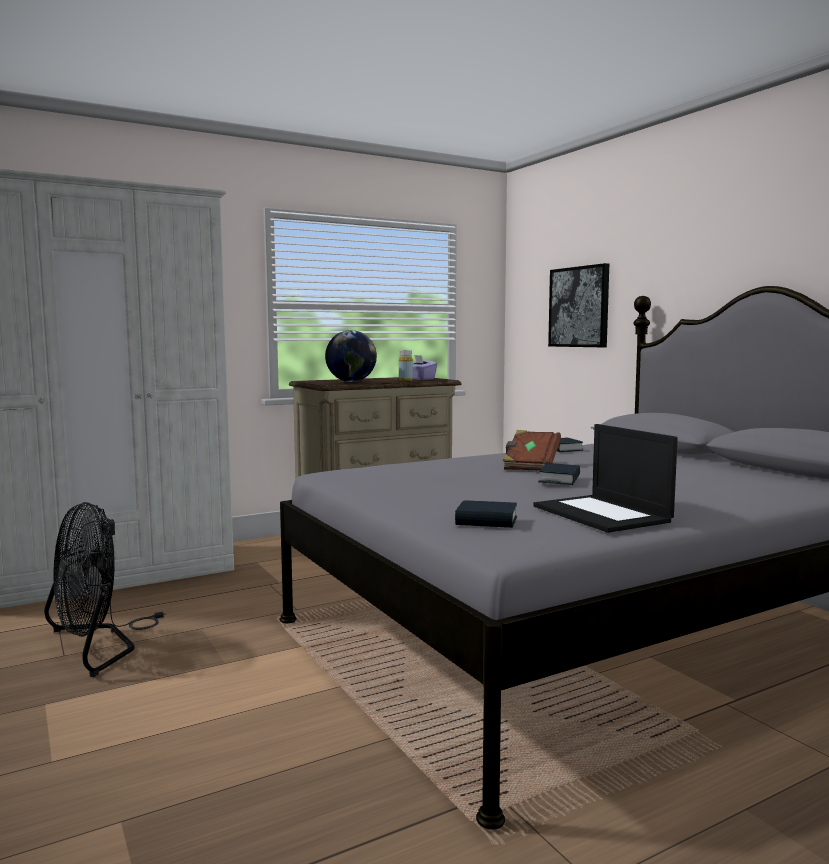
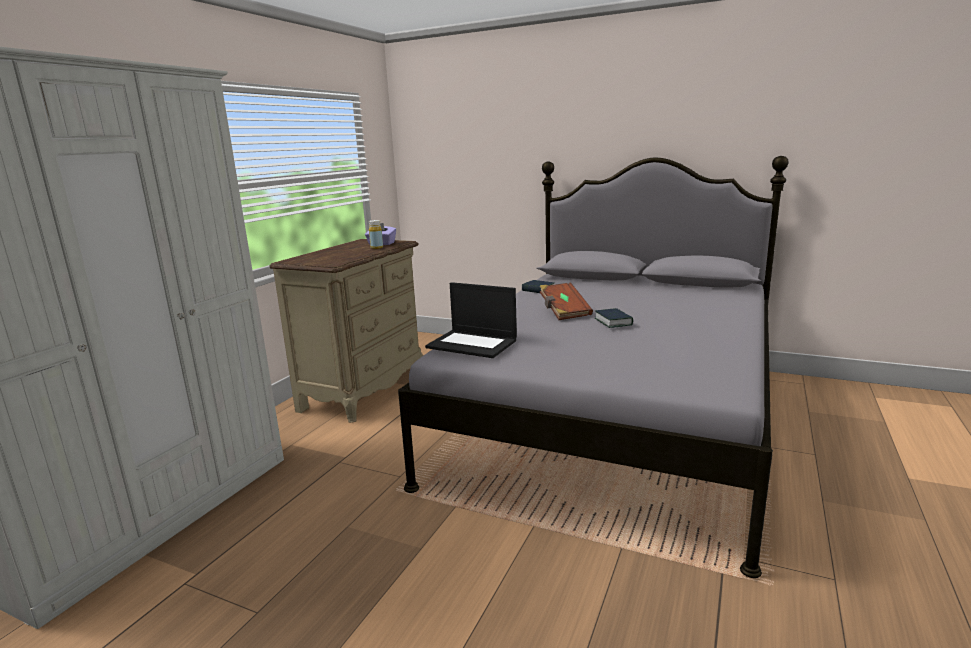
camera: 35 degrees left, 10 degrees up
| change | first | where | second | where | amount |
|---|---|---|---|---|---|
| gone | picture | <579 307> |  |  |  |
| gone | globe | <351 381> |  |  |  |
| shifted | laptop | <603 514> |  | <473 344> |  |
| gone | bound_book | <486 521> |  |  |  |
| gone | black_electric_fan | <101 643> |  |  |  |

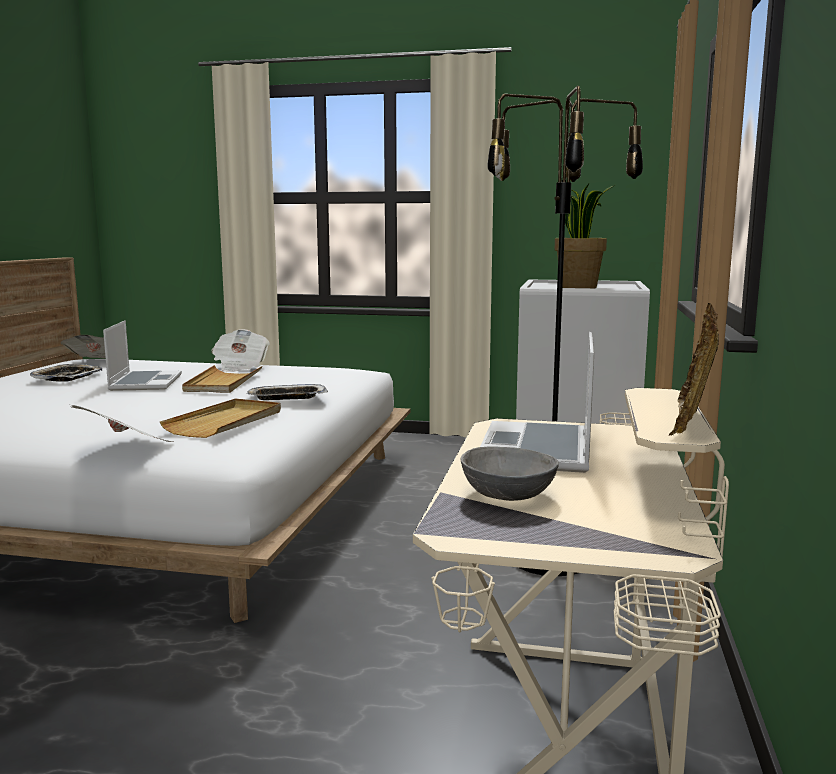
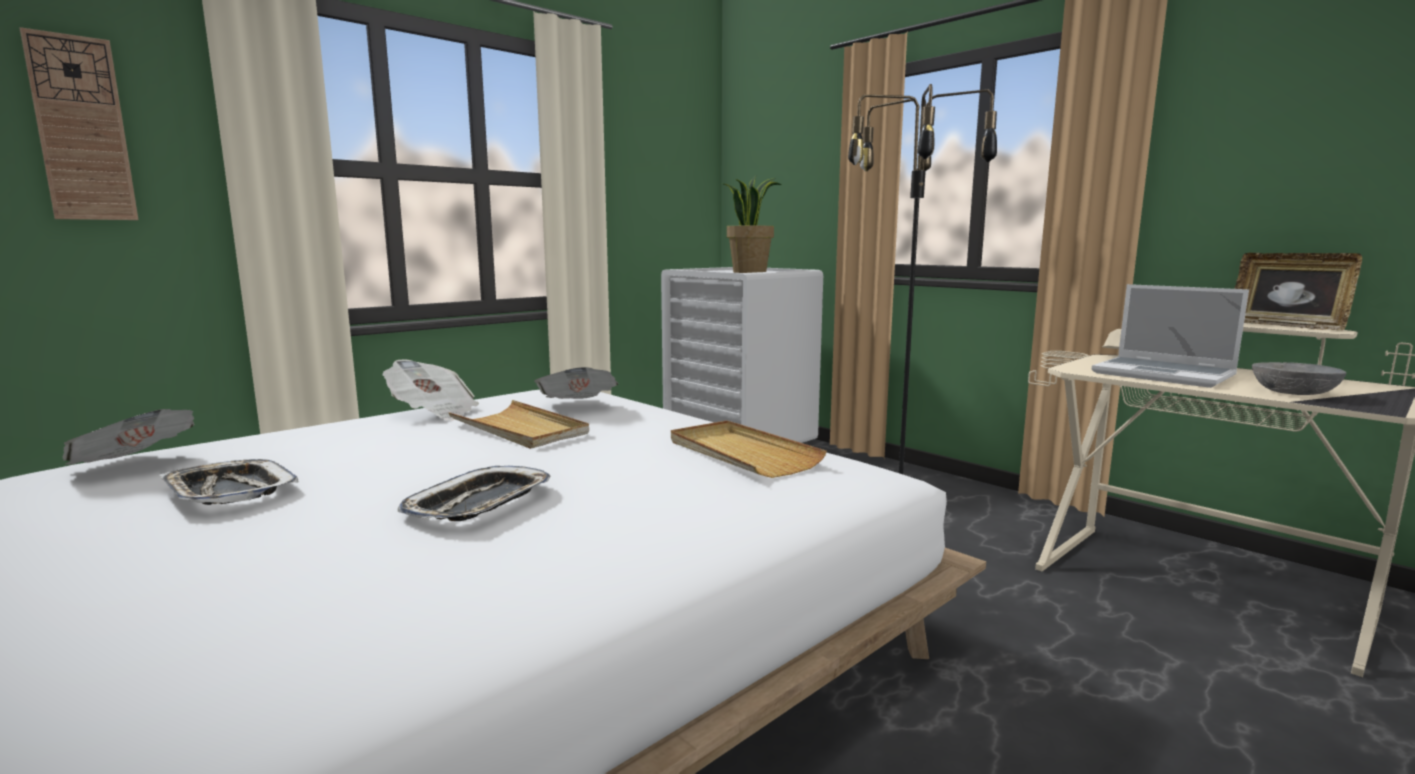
camera: 55 degrees left, 0 degrees up
| change | first | where | second | where | amount |
|---|---|---|---|---|---|
| gone | laptop | <145 382> |  |  |  |
| shifted | tray | <287 398> |  | <480 504> |  |
| shifted | printed_paper | <124 448> |  | <578 407> |  |
| new |  |  | clock_on_the_wall | <82 129> |  |

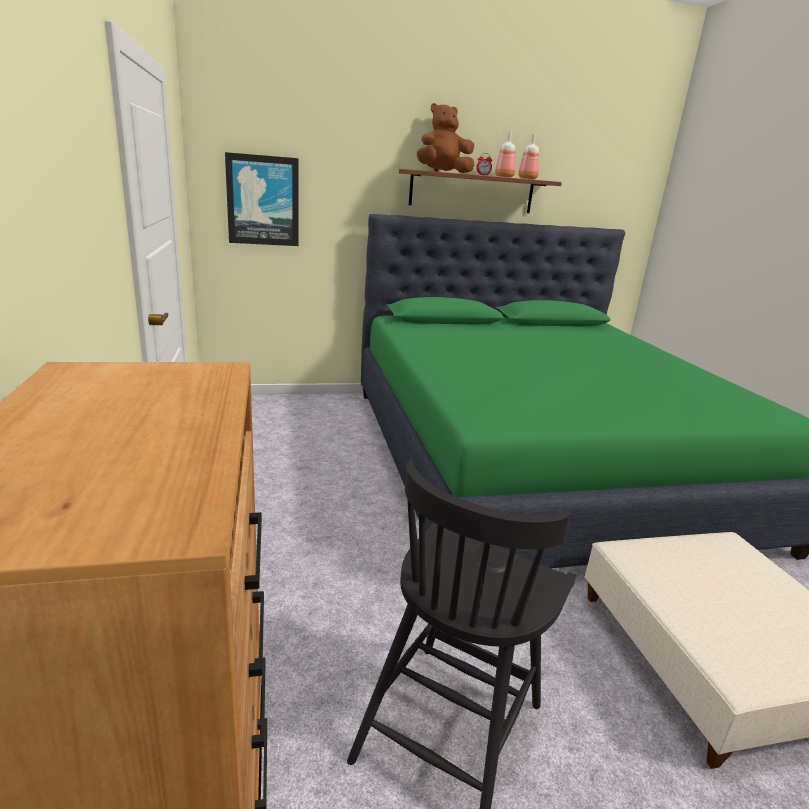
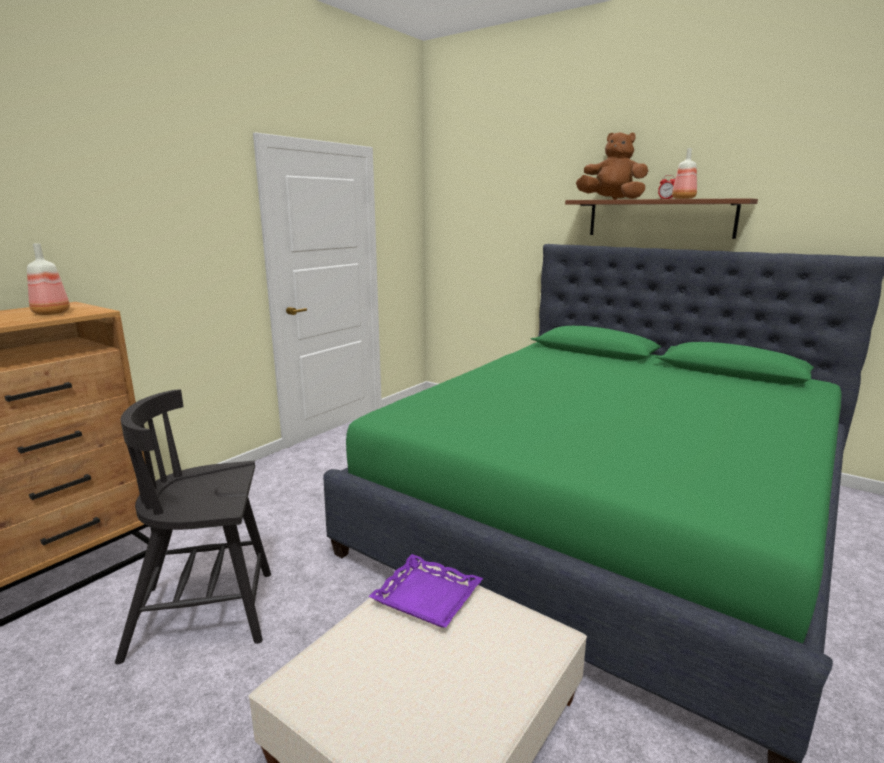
camera: 50 degrees right, 5 degrees down
| change | first | where | second | where | amount |
|---|---|---|---|---|---|
| shifted | drink_bottle | <527 179> |  | <53 313> |  |
| gone | picture | <263 200> |  |  |  |
| new |  |  | purple_tray | <426 597> |  |

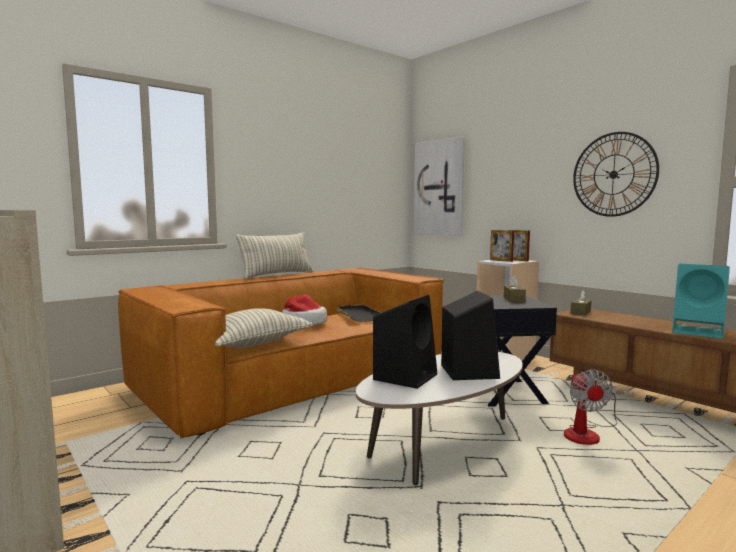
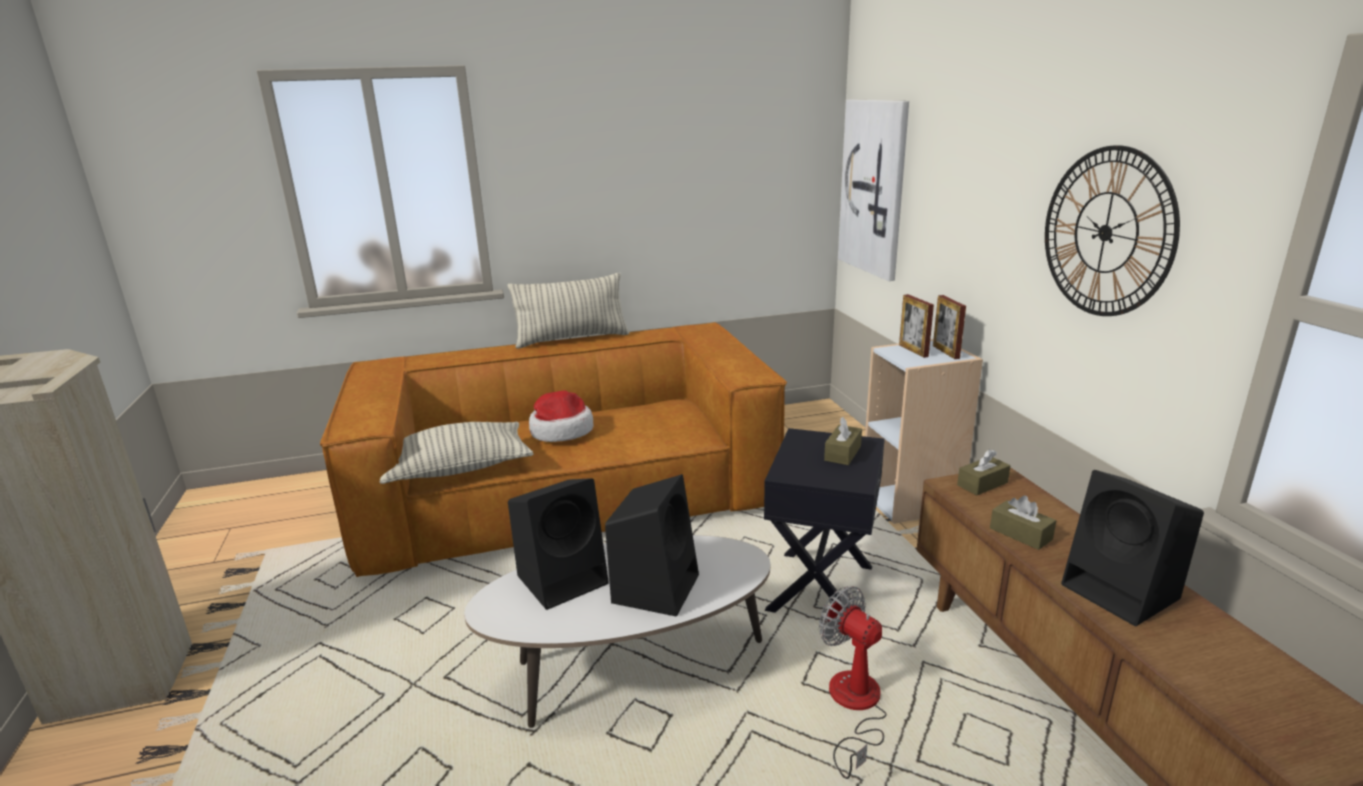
camera: 25 degrees right, 15 degrees up
| change | first | where | second | where | amount |
|---|---|---|---|---|---|
| repainted | blue-green_speaker | <699 331> | black_speaker | <1123 593> |  |
| gone | black_tray | <358 315> |  |  |  |
| rotated | electric_fan | <587 433> |  | <854 707> | 120 degrees clockwise |
| new |  |  | brown-coloured_tissue_holder | <1020 534> |  |

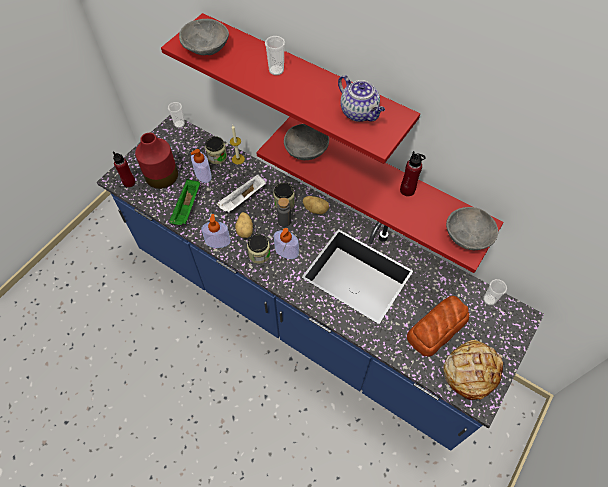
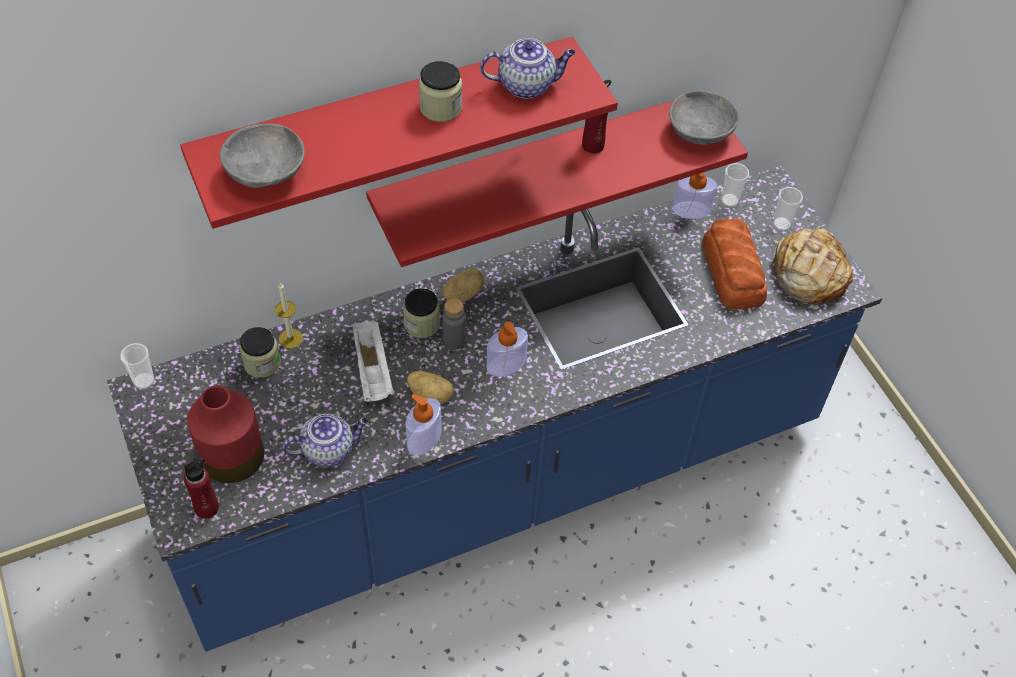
camera: 60 degrees left, 5 degrees down
| change | first | where | second | where | amount |
|---|---|---|---|---|---|
| shifted | cup | <276 70> |  | <781 224> |  |
| gone | greyish_bowl | <307 150> |  |  |  |
| shifted | soap_dispenser | <203 174> |  | <691 210> |  |
| swapped | green-coloured_tray | <187 208> | pot_for_tea | <329 449> |  |
| shifted | preserve_jar | <259 254> |  | <440 107> |  |

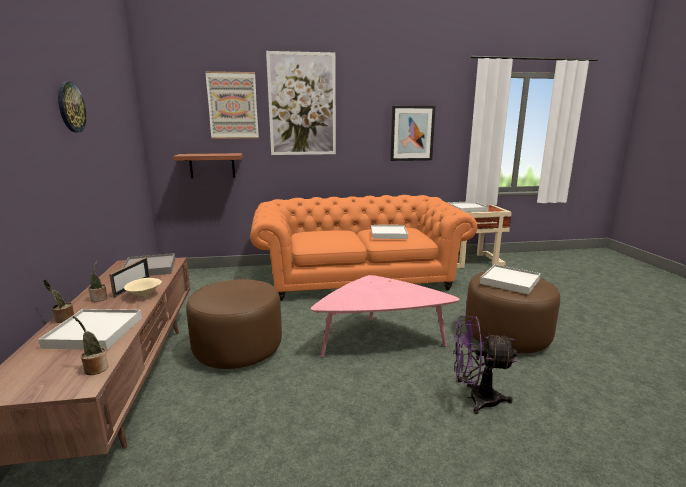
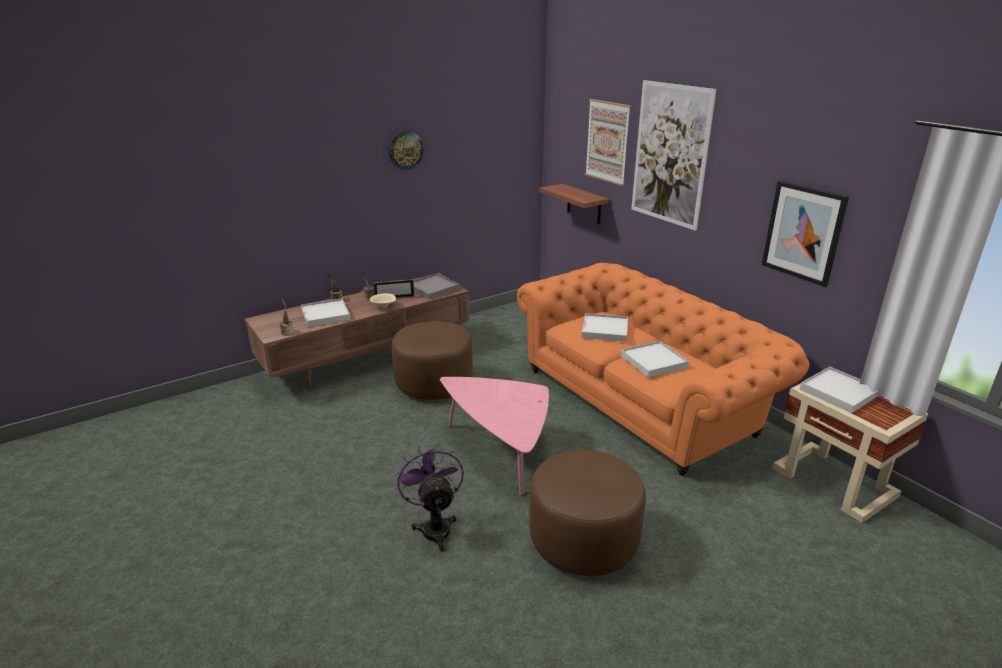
camera: 65 degrees right, 10 degrees up
| change | first | where | second | where | amount |
|---|---|---|---|---|---|
| shifted | white-coloured_tray | <509 281> |  | <604 330> |  |

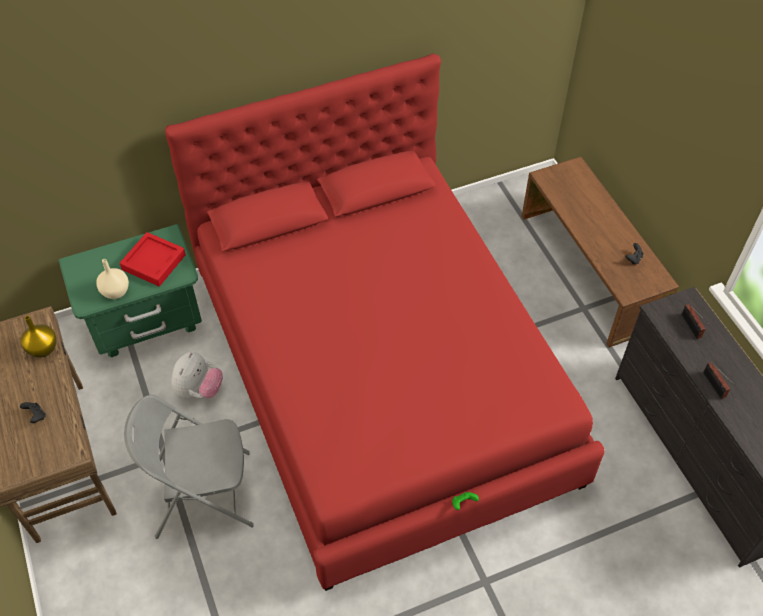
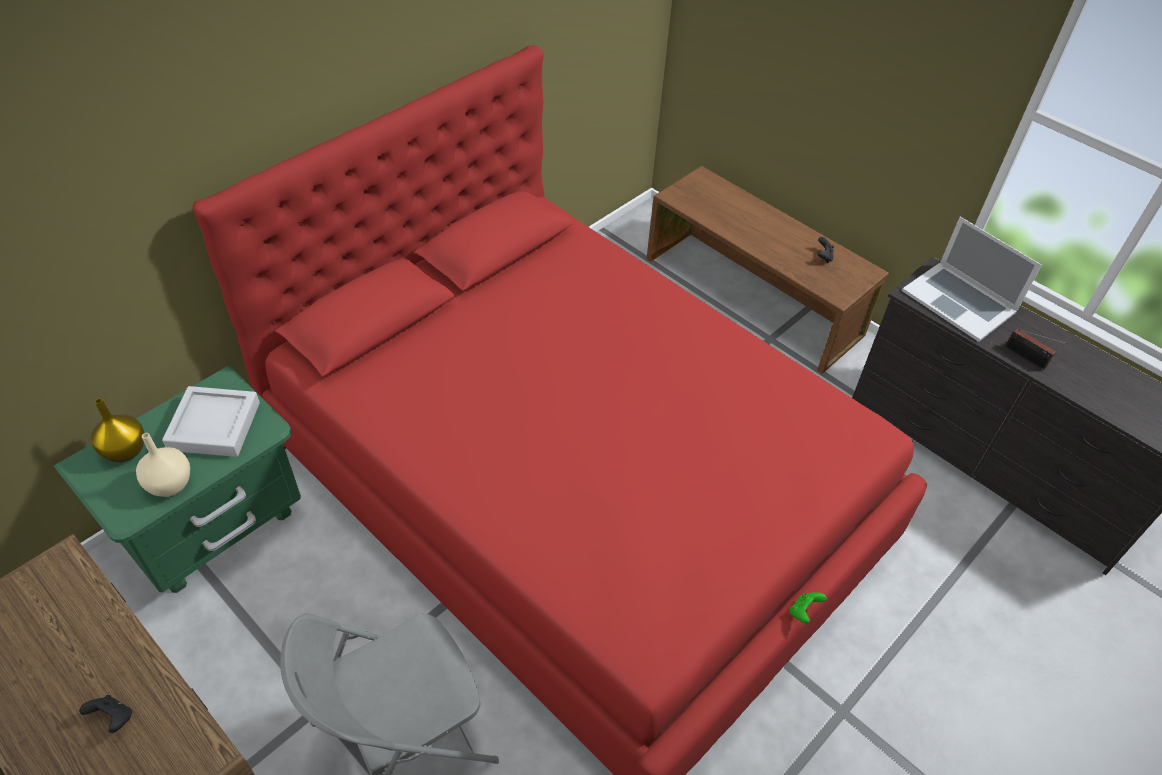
camera: 25 degrees left, 5 degrees down
| change | first | where | second | where | amount |
|---|---|---|---|---|---|
| repainted | reddish_tray | <154 262> | greyish_tray | <214 426> |  |
| swapped | radio | <691 327> | laptop | <959 301> |  |
| shifted | yellow-coloured_decorative_vase | <42 349> |  | <125 452> |  |
| gone | cuddly_toy | <199 389> |  |  |  |

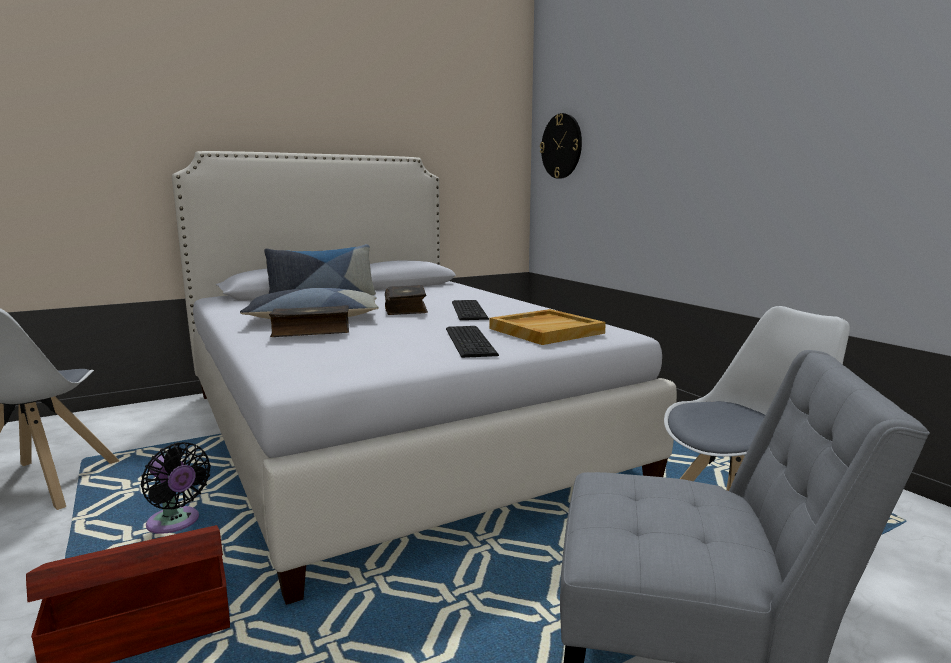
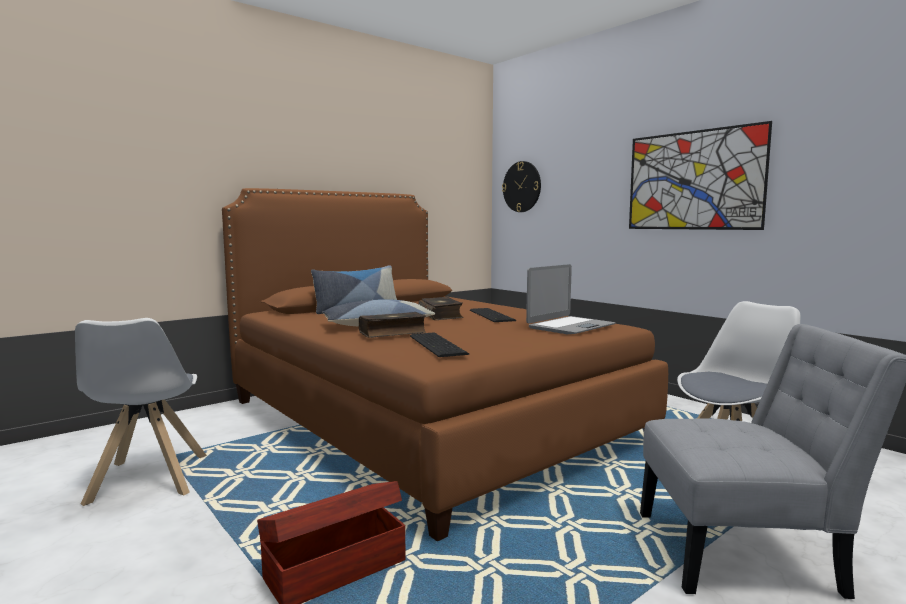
camera: 10 degrees left, 5 degrees down
| change | first | where | second | where | amount |
|---|---|---|---|---|---|
| repainted | white-coloured_bedroom_bed | <389 432> | brown-coloured_bedroom_bed | <425 419> |  |
| swapped | sand-coloured_tray | <546 330> | laptop | <570 326> |  |
| shifted | PC_keyboard | <471 341> |  | <438 344> |  |
| gone | black_electric_fan | <175 523> |  |  |  |
| new |  |  | picture | <693 180> |  |

